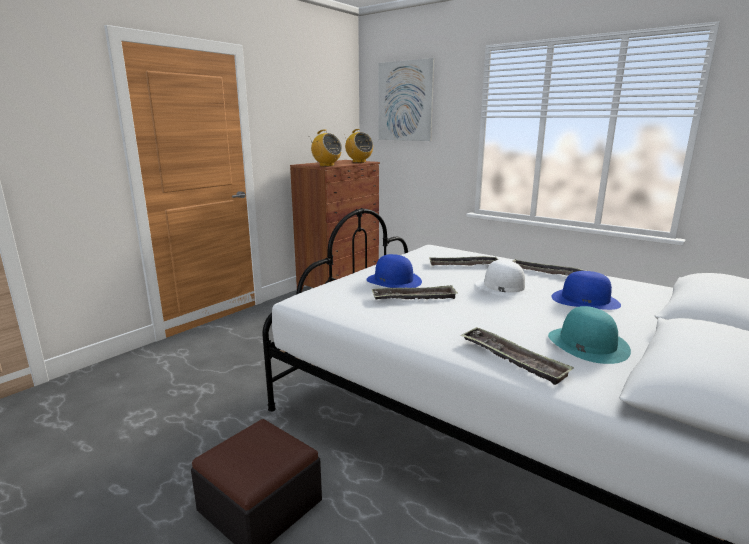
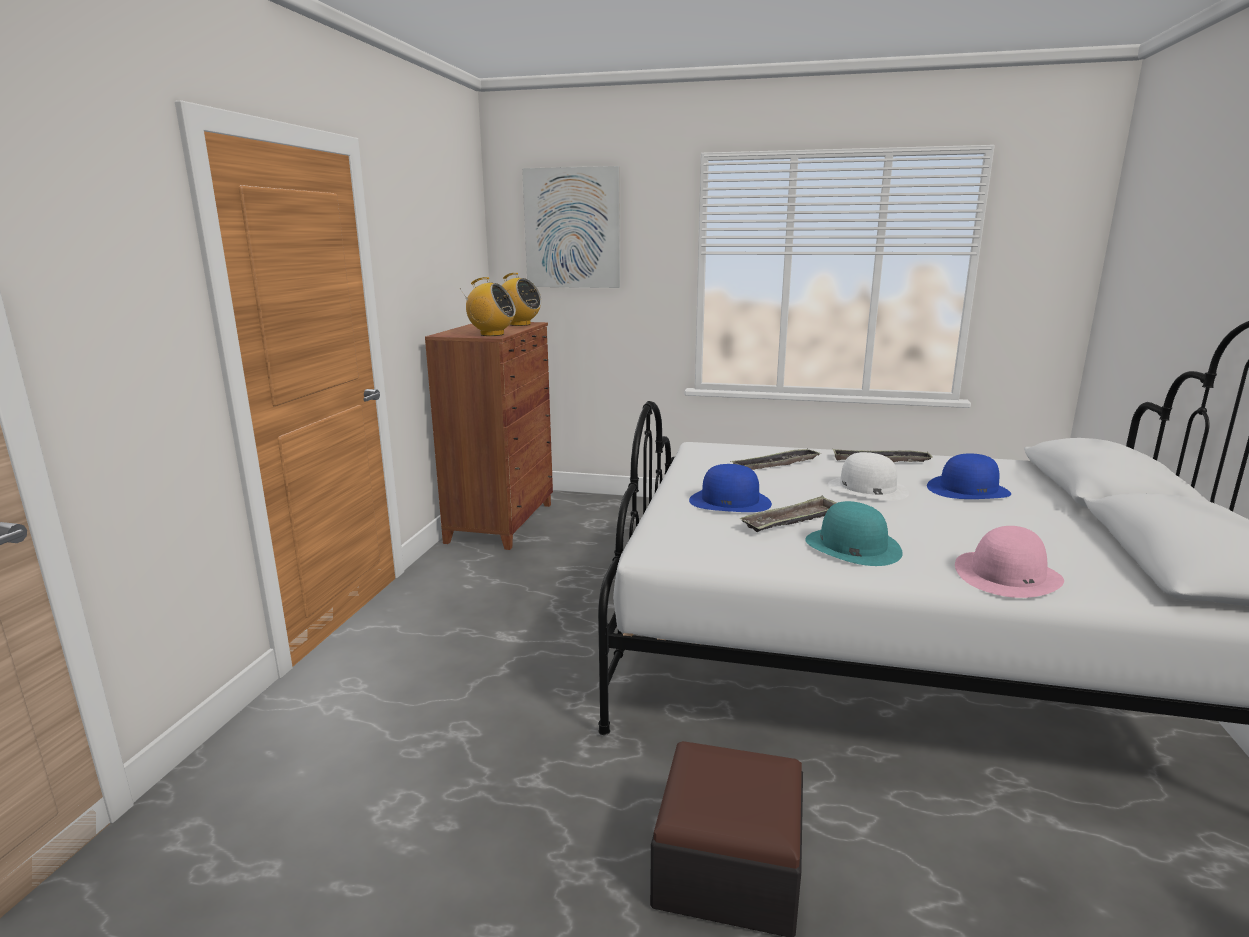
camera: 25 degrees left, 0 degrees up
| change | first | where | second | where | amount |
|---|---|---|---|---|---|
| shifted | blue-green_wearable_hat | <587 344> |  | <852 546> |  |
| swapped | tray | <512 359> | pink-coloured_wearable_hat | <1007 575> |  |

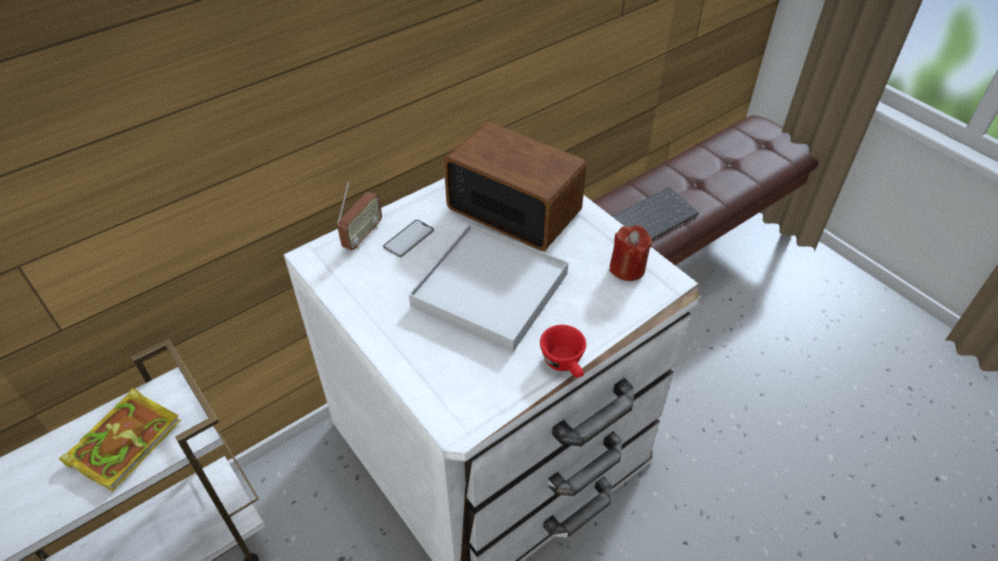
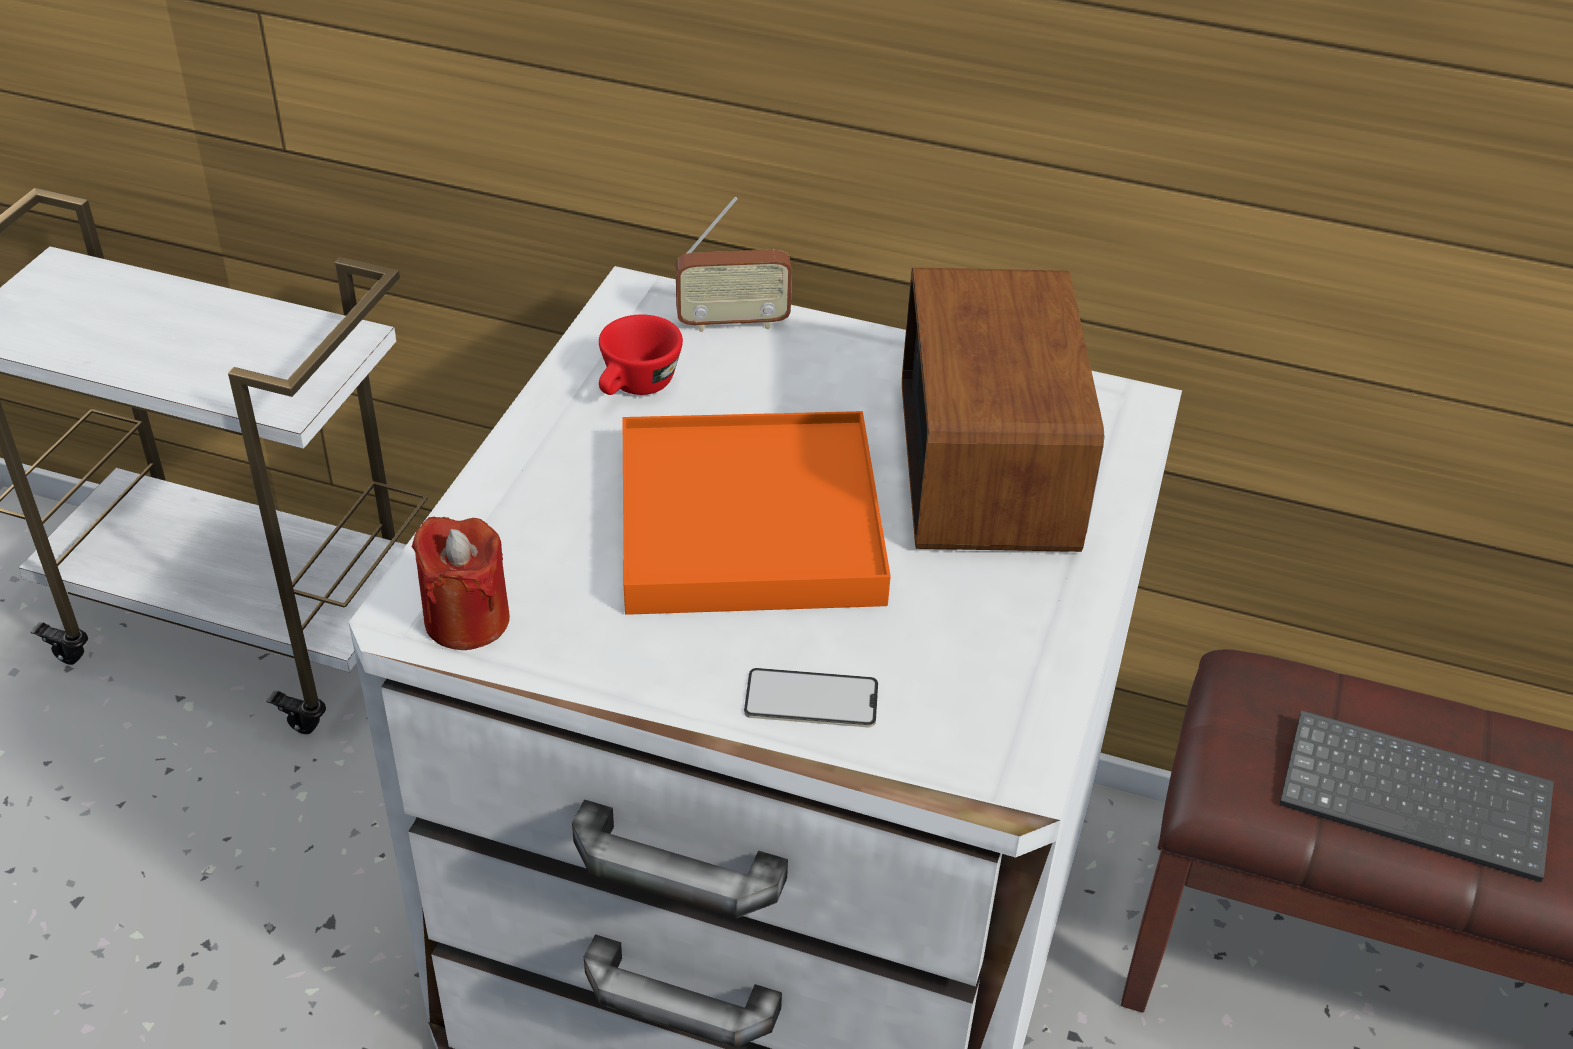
camera: 55 degrees right, 5 degrees down
| change | first | where | second | where | amount |
|---|---|---|---|---|---|
| shifted | handset | <408 238> |  | <811 699> |  |
| repainted | white-coloured_tray | <489 290> | orangey_tray | <748 522> |  |
| shifted | reddish_wax_light | <627 268> |  | <467 620> |  |
| shifted | reddish_cup | <565 364> |  | <636 388> |  |
| gone | bound_book | <126 439> |  |  |  |

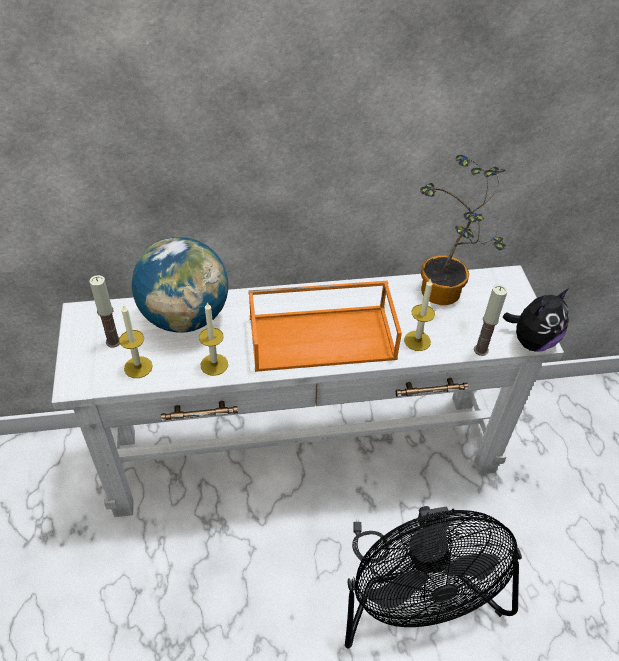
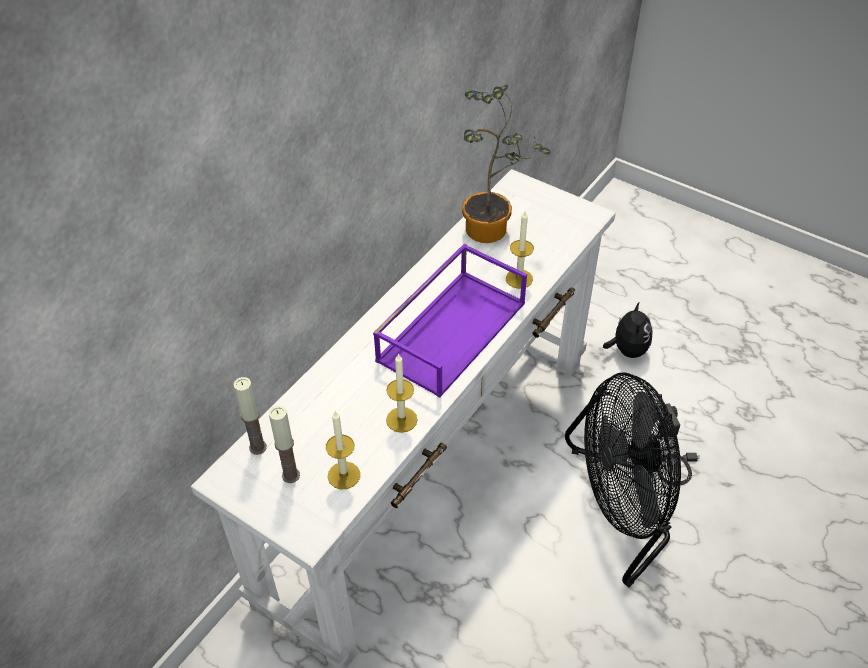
camera: 45 degrees left, 0 degrees up
| change | first | where | second | where | amount |
|---|---|---|---|---|---|
| gone | globe | <185 317> |  |  |  |
| repainted | orangey_tray | <323 336> | purple_tray | <451 330> |  |
| shifted | wax_light | <481 350> |  | <258 447> |  |
| shifted | cuddly_toy | <532 341> |  | <627 350> |  |
| rotated | black_electric_fan | <410 597> |  | <628 503> | 135 degrees clockwise |

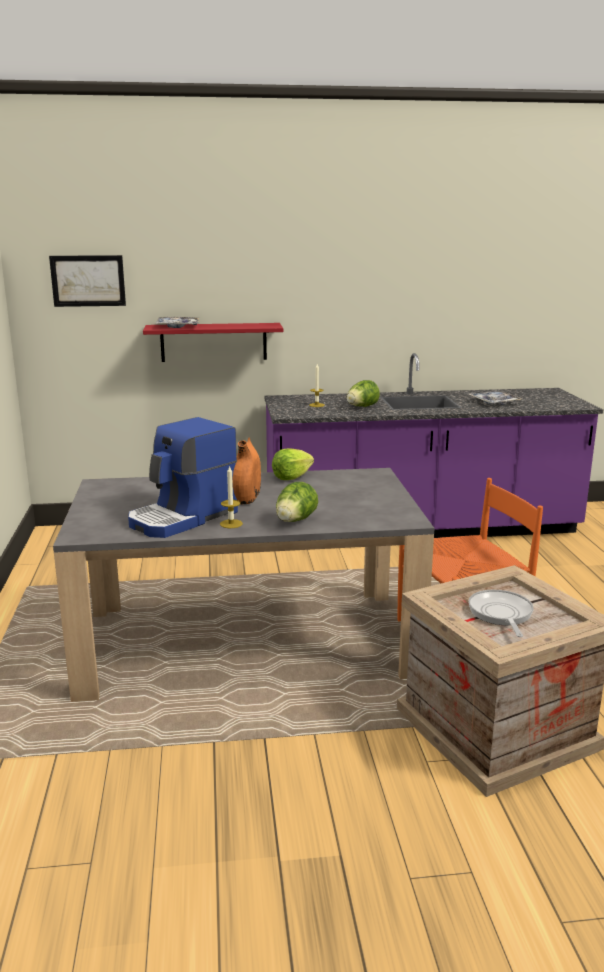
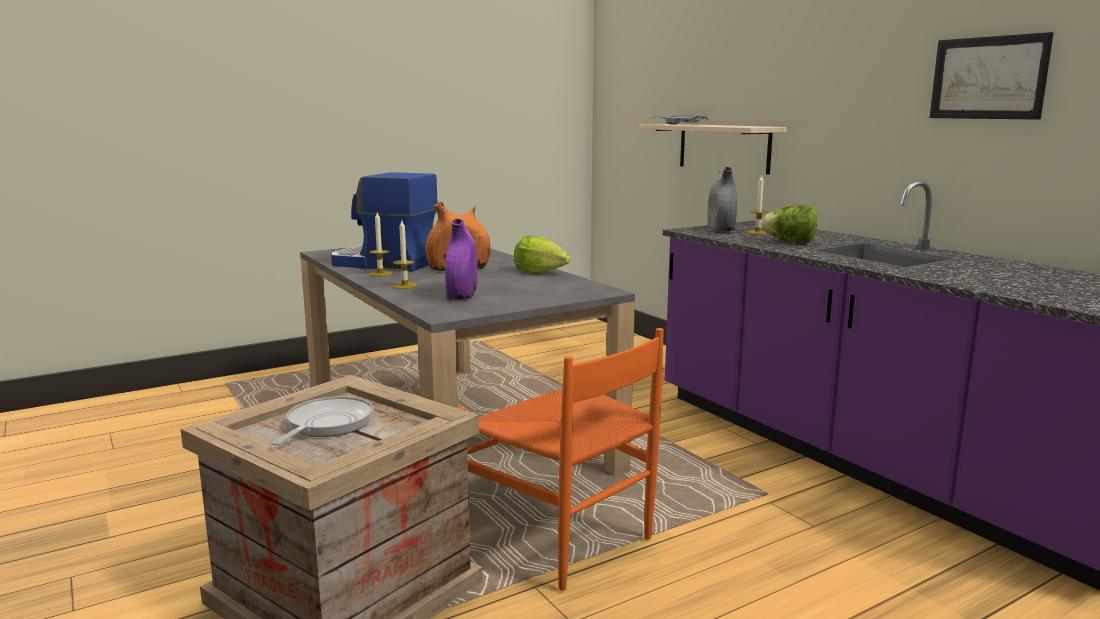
camera: 65 degrees right, 5 degrees down
| change | first | where | second | where | amount |
|---|---|---|---|---|---|
| shifted | picture | <88 281> |  | <988 78> |  |
| repainted | reddish_bracket_shelf | <213 342> | sand-coloured_bracket_shelf | <723 147> |  |
| gone | tray | <494 402> |  |  |  |
| swapped | head_of_lettuce | <295 521> | wax_light | <404 286> |  |
| rotated | skillet | <501 614> |  | <326 425> | 45 degrees counterclockwise |
| new |  |  | greyish_decorative_vase | <720 229> |  |
| new |  |  | purple_decorative_vase | <462 294> |  |

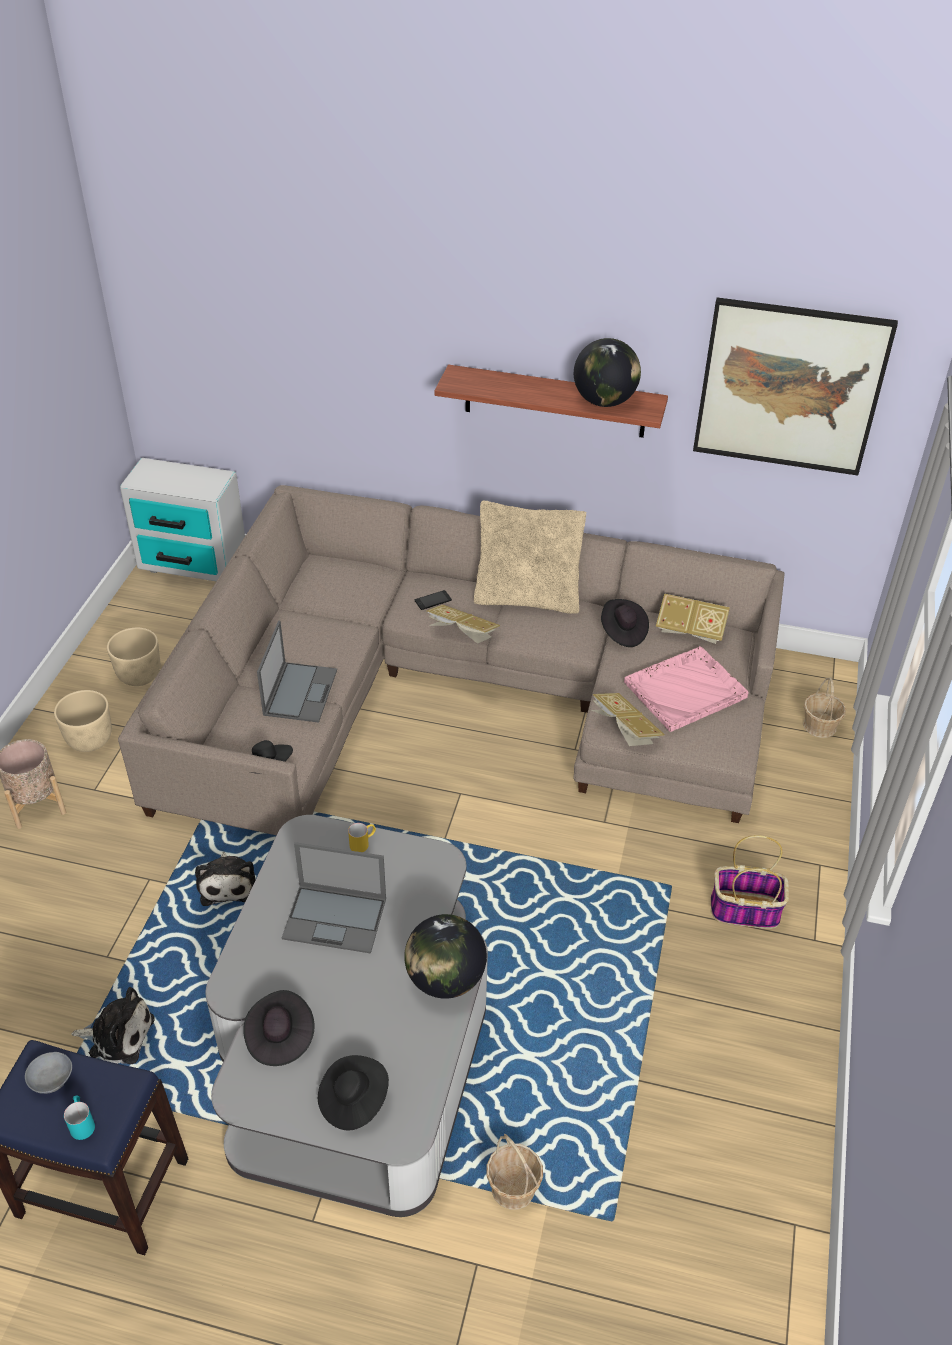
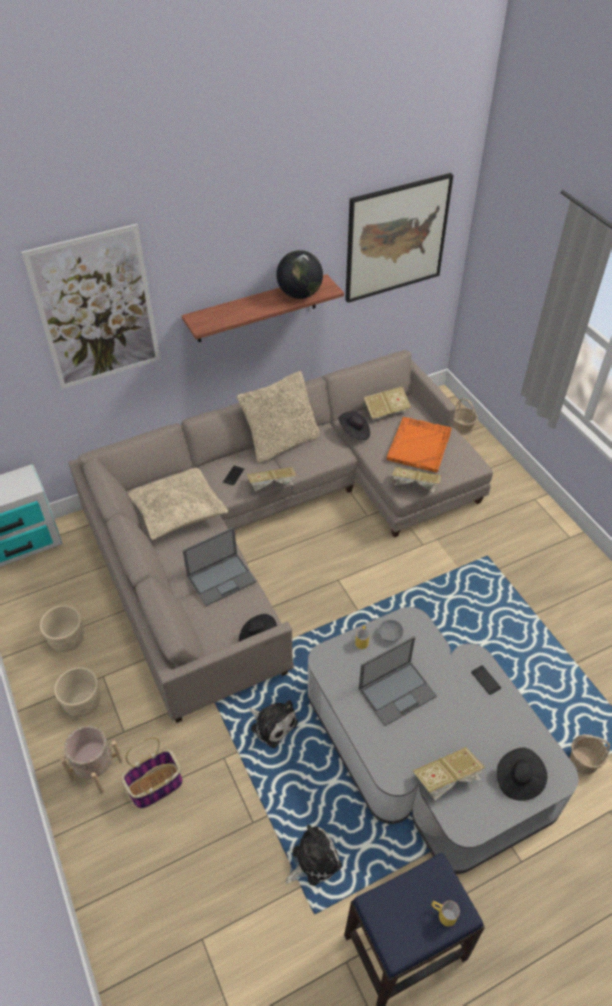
camera: 40 degrees left, 5 degrees up
| change | first | where | second | where | amount |
|---|---|---|---|---|---|
| rotated | laptop | <300 691> |  | <222 579> | 90 degrees clockwise |
| repainted | pink-coloured_tray | <686 690> | orangey_tray | <419 445> |  |
| shifted | household_basket | <744 910> |  | <155 786> |  |
| swapped | globe | <445 979> | handset | <485 680> |  |
| swapped | black_wearable_hat | <280 1037> | bound_book | <447 779> |  |
| shifted | greyish_bowl | <52 1077> |  | <389 634> |  |
| repainted | blue-green_tea_mug | <81 1122> | yellow-coloured_tea_mug | <443 914> |  |
| new |  |  | picture | <97 310> |  |
| new |  |  | sand-coloured_throw_pillow | <178 511> |  |

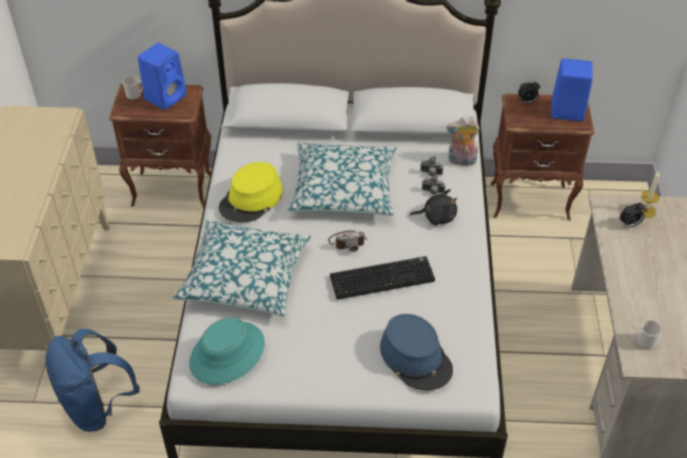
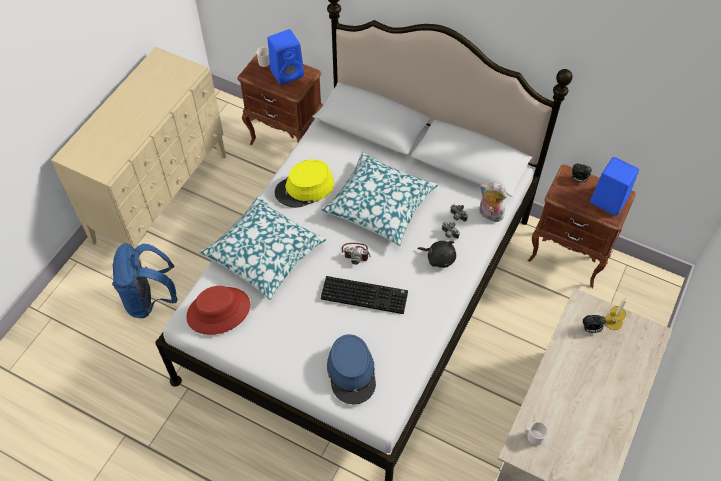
camera: 25 degrees right, 10 degrees up
| change | first | where | second | where | amount |
|---|---|---|---|---|---|
| repainted | blue-green_wearable_hat | <227 354> | reddish_wearable_hat | <218 311> |  |

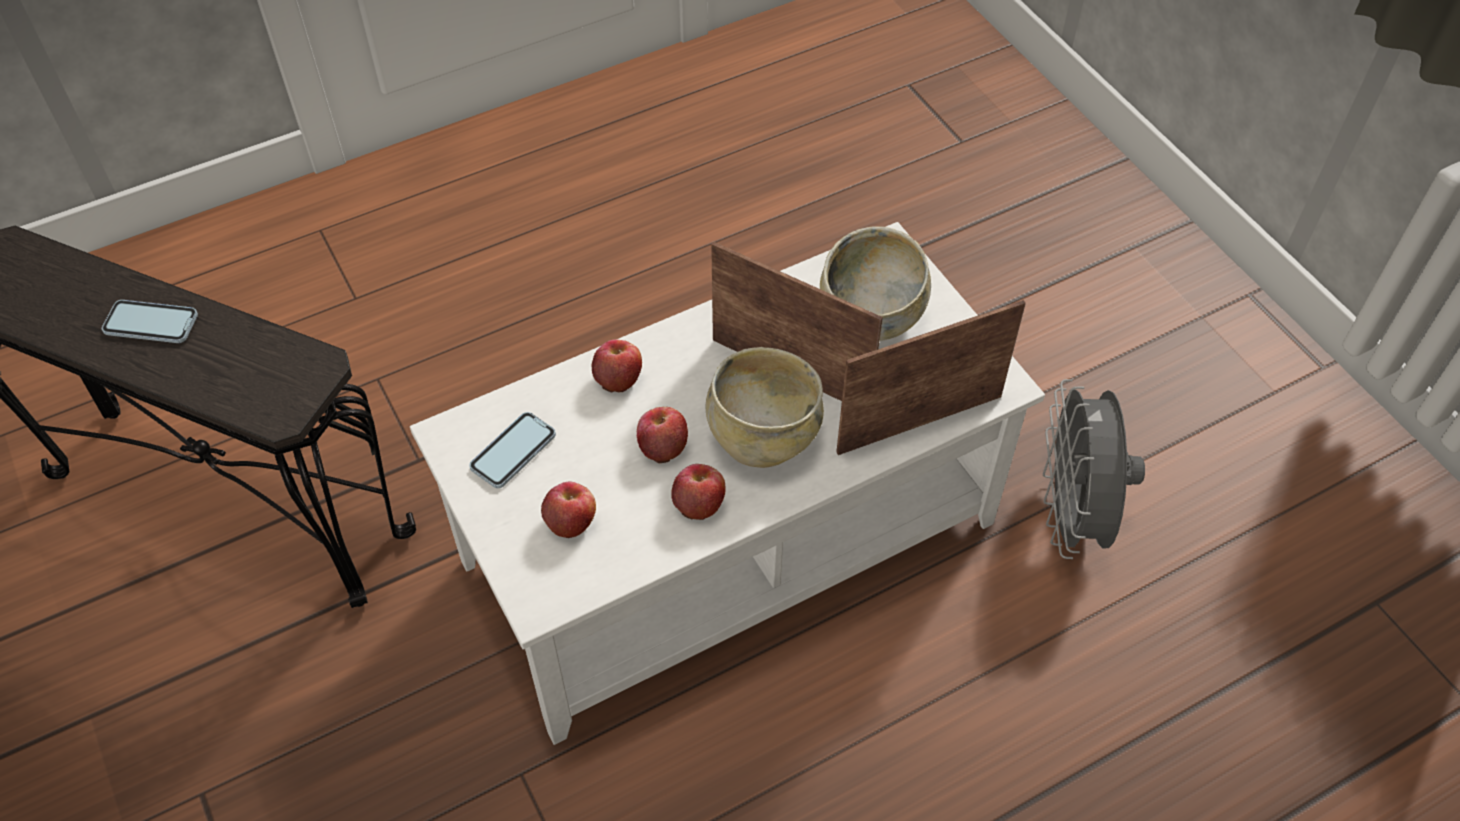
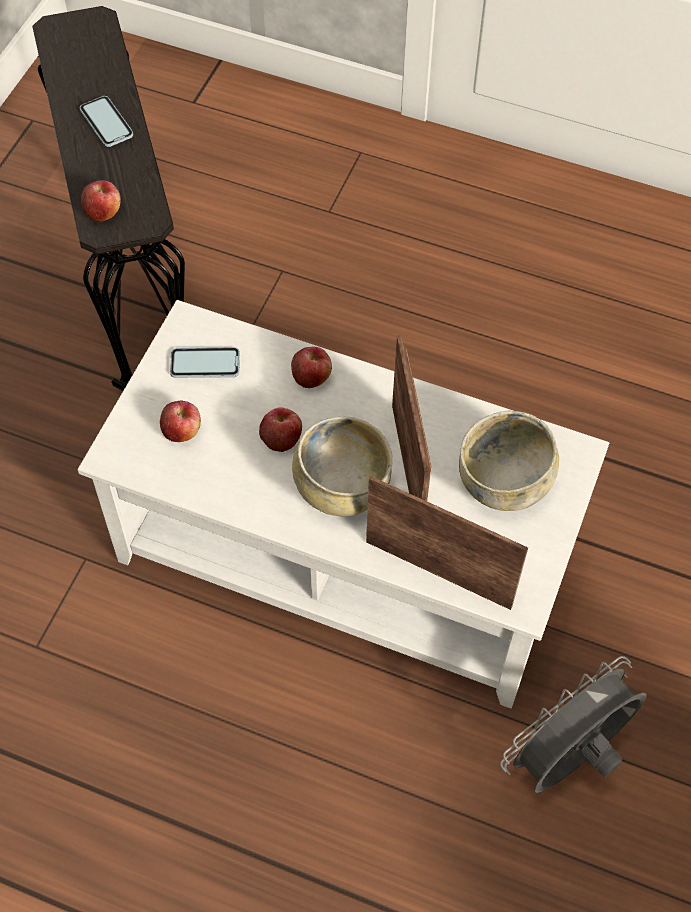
camera: 50 degrees right, 5 degrees up
| change | first | where | second | where | amount |
|---|---|---|---|---|---|
| shifted | apple_fruit | <699 503> |  | <103 212> |  |

